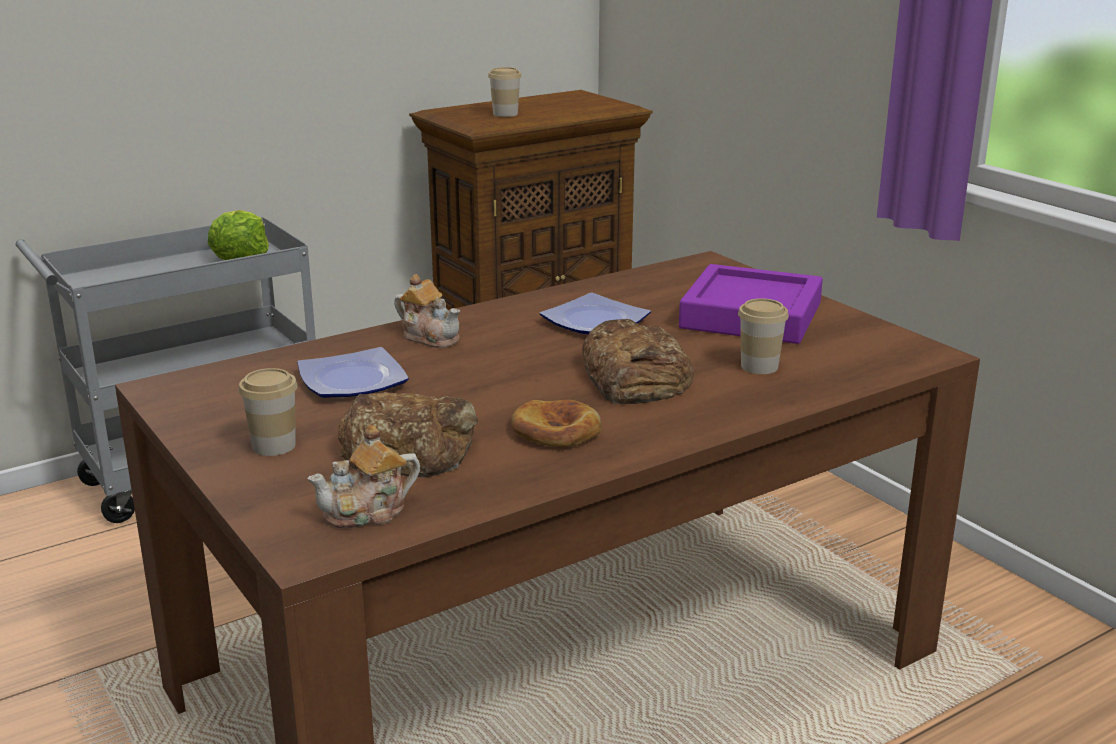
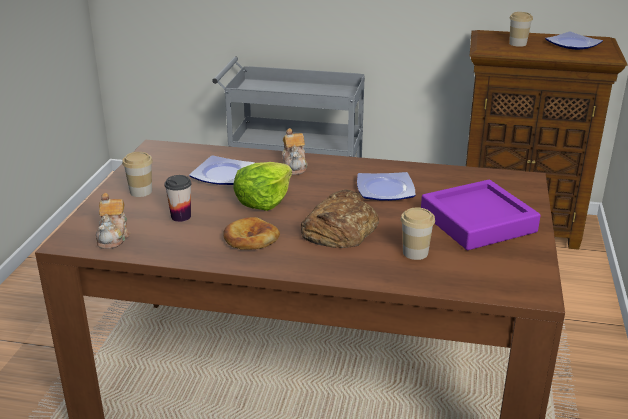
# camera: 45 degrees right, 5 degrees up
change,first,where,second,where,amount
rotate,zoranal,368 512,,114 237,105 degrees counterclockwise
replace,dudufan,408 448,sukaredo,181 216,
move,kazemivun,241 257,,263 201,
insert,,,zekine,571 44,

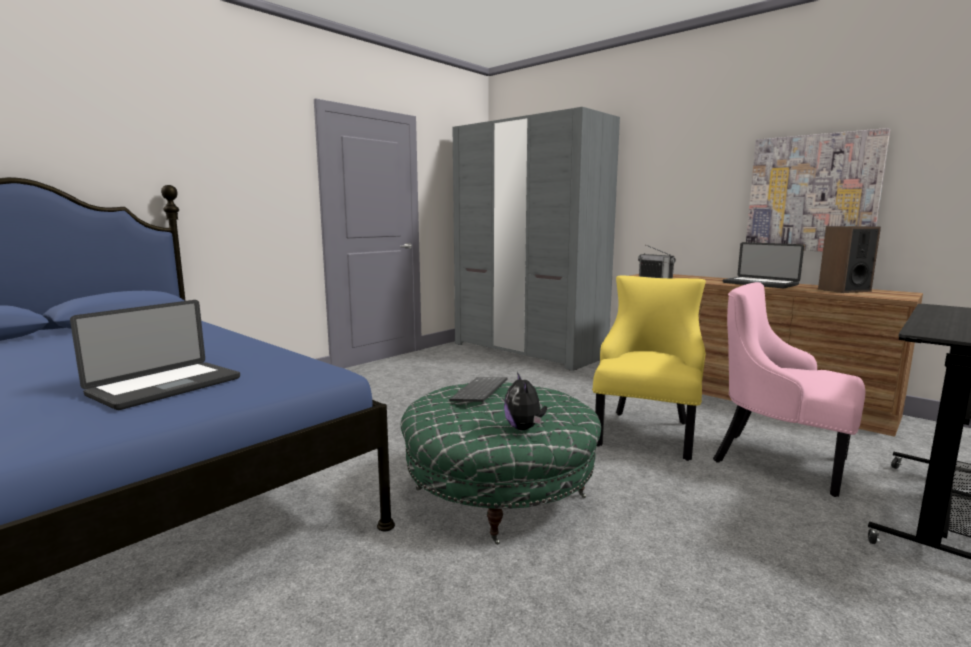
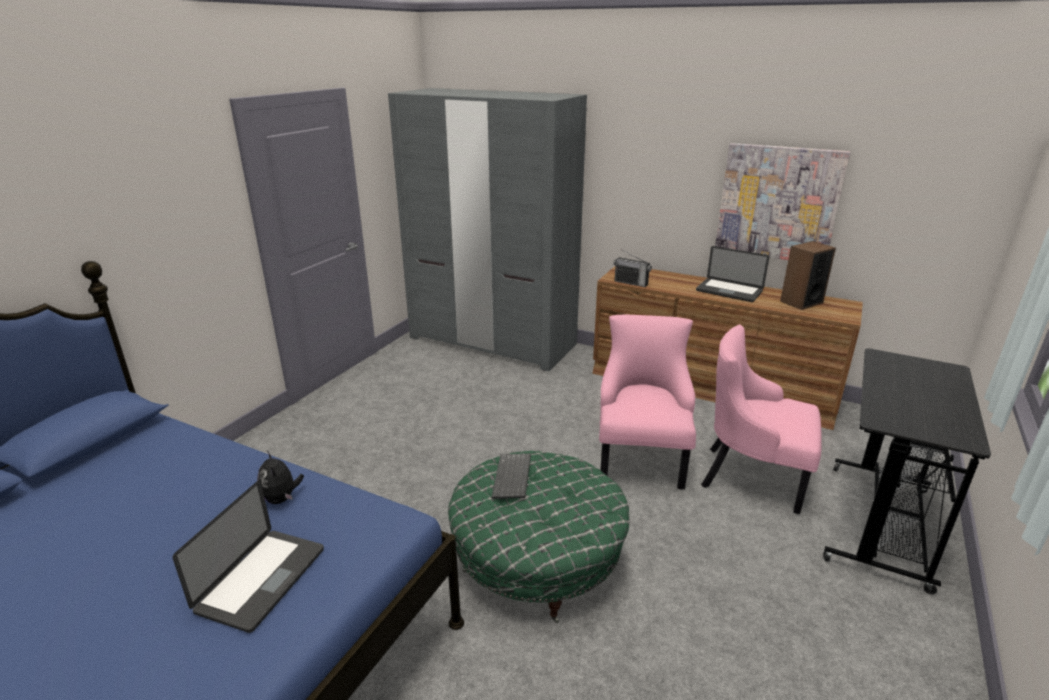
# camera: 15 degrees left, 15 degrees up
change,first,where,second,where,amount
move,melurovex,524 428,,282 498,
recolor,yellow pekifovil,646 435,pink pekifovil,640 461,

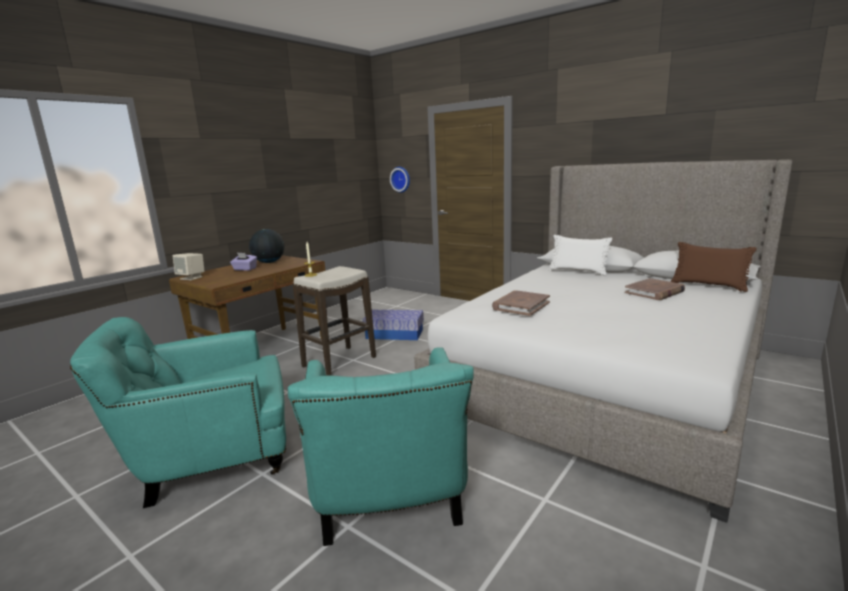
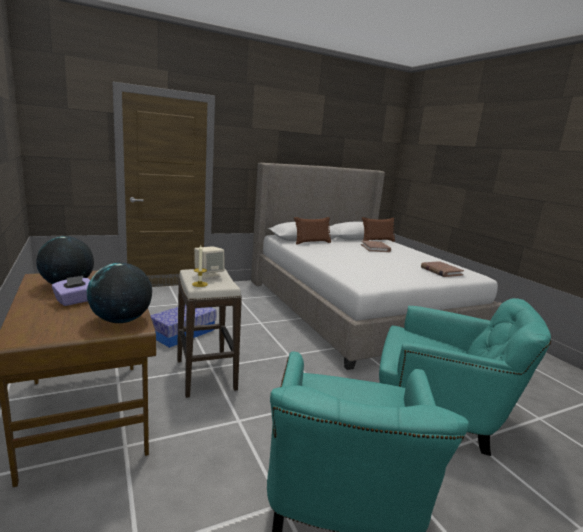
# camera: 65 degrees left, 0 degrees up
change,first,where,second,where,amount
insert,,,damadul,121 320,
move,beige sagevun,191 278,,208 275,
recolor,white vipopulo,578 272,brown vipopulo,311 242,
move,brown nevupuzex,521 305,,441 271,
delete,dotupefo,401 179,,,

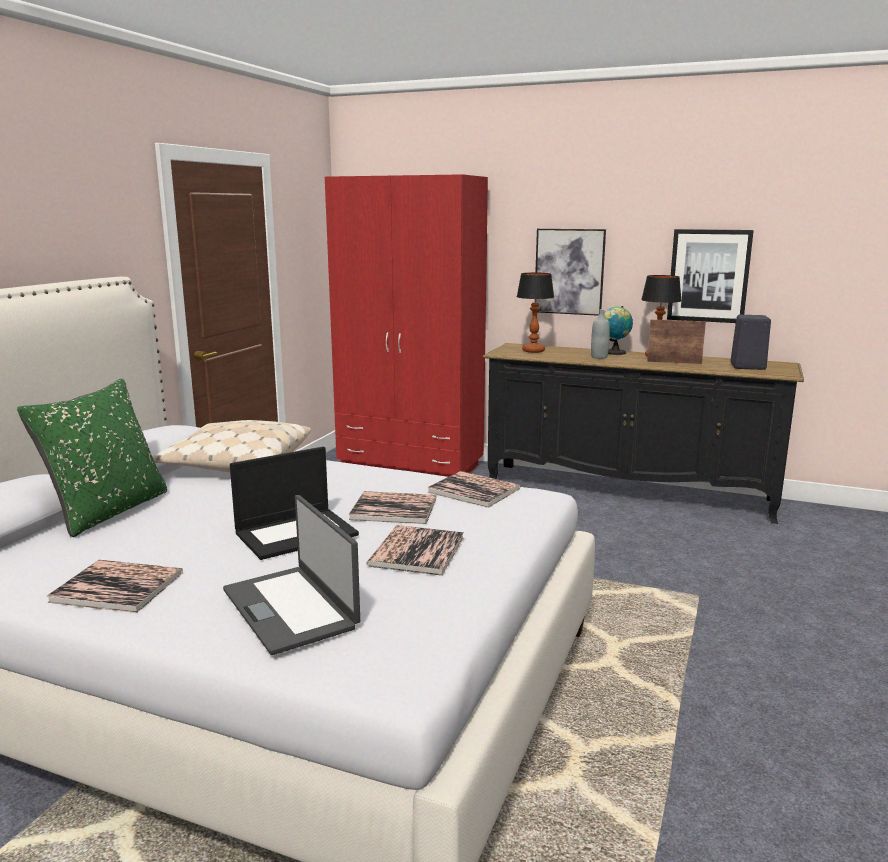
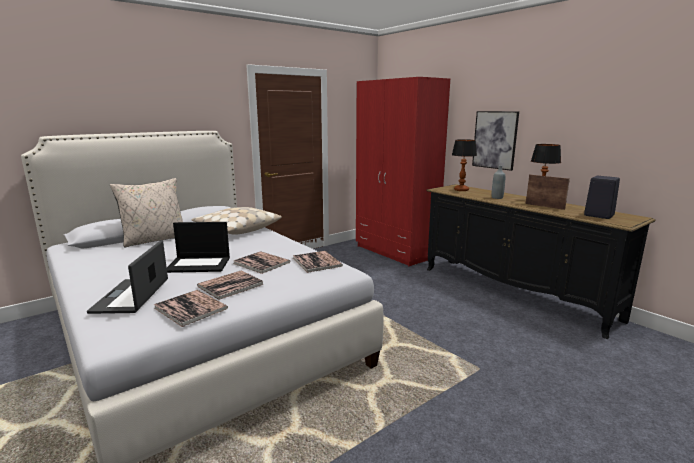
# camera: 30 degrees right, 0 degrees up
change,first,where,second,where,amount
recolor,green vipopulo,109 511,beige vipopulo,155 239,
move,nevupuzex,117 587,,191 308,
delete,damadul,614 352,,,
delete,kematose,709 276,,,

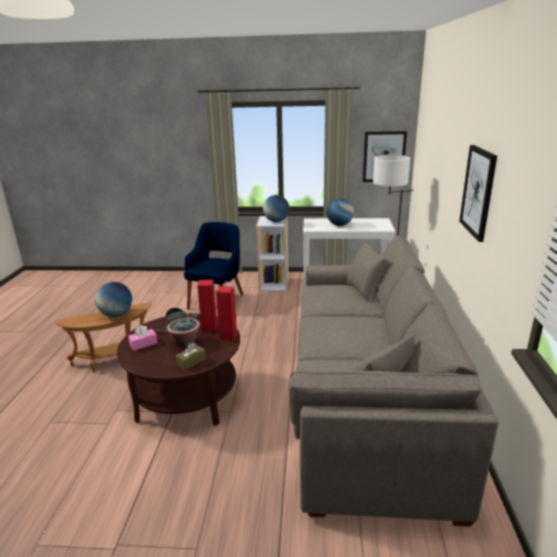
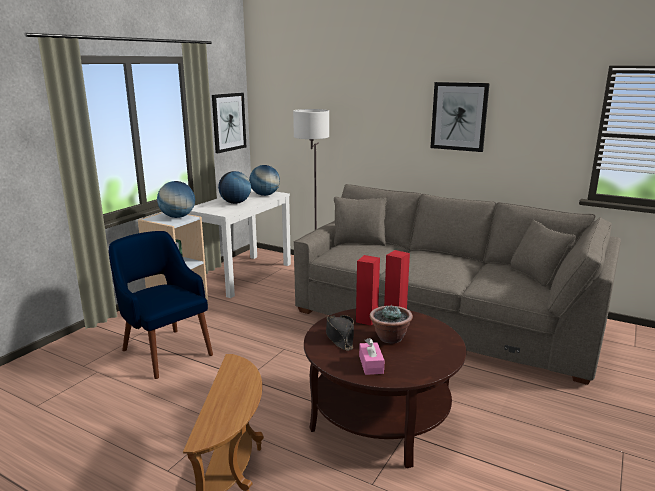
# camera: 65 degrees left, 5 degrees down
change,first,where,second,where,amount
move,damadul,116 314,,265 195,
delete,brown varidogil,191 362,,,

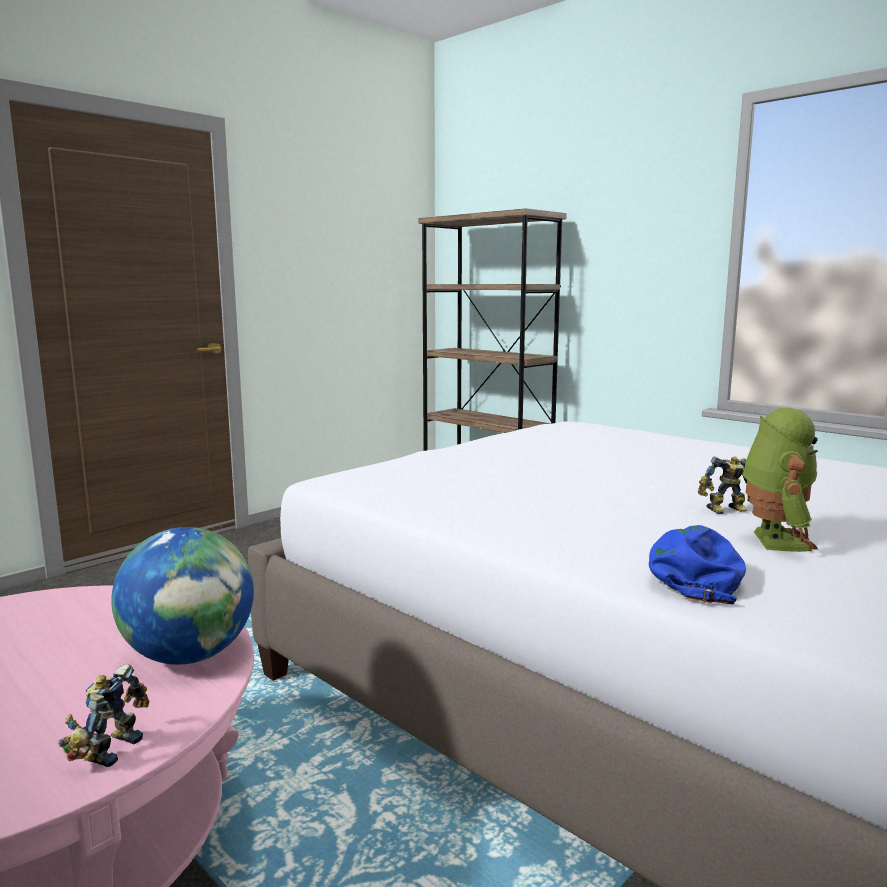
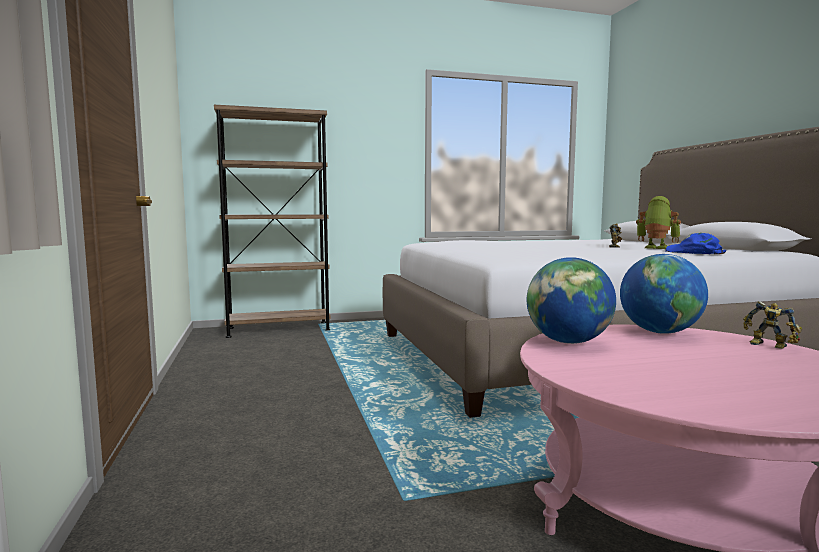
# camera: 60 degrees left, 5 degrees down
change,first,where,second,where,amount
insert,,,damadul,568 342,

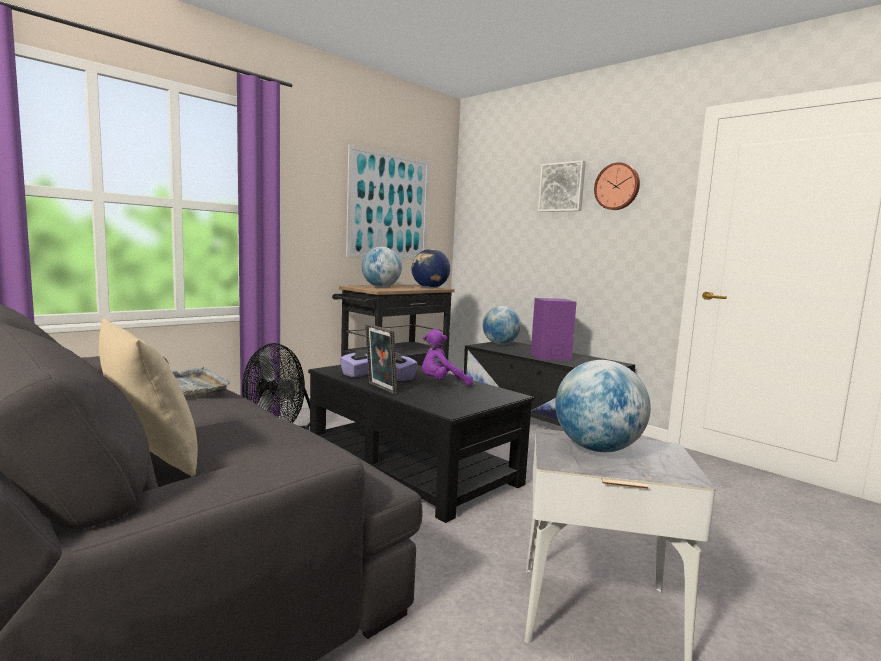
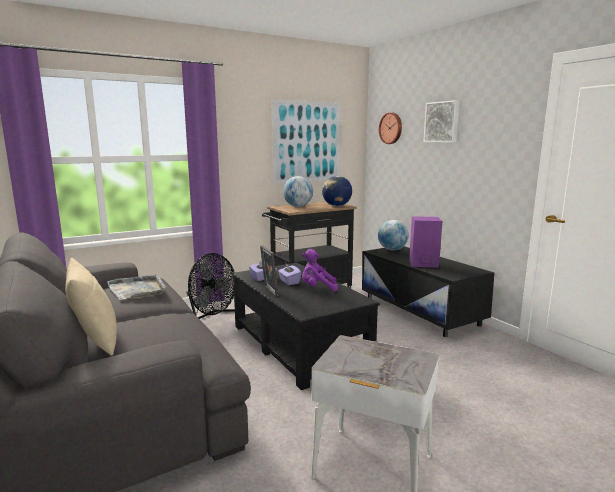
# camera: 15 degrees right, 5 degrees up
change,first,where,second,where,amount
move,dotupefo,617 186,,391 128,
delete,damadul,597 449,,,

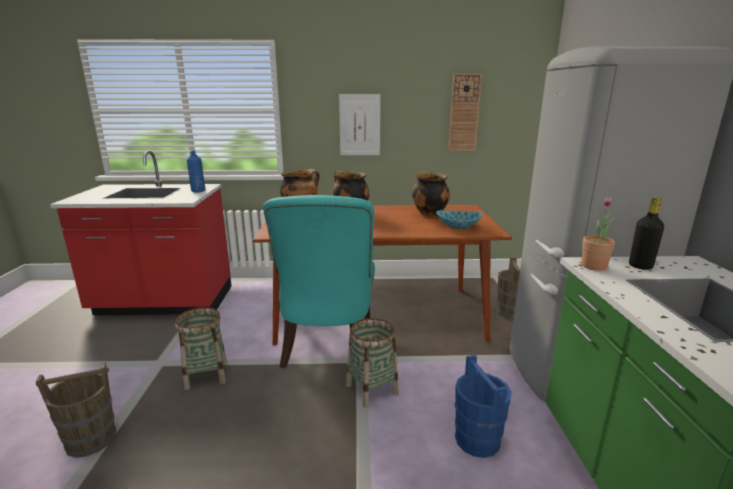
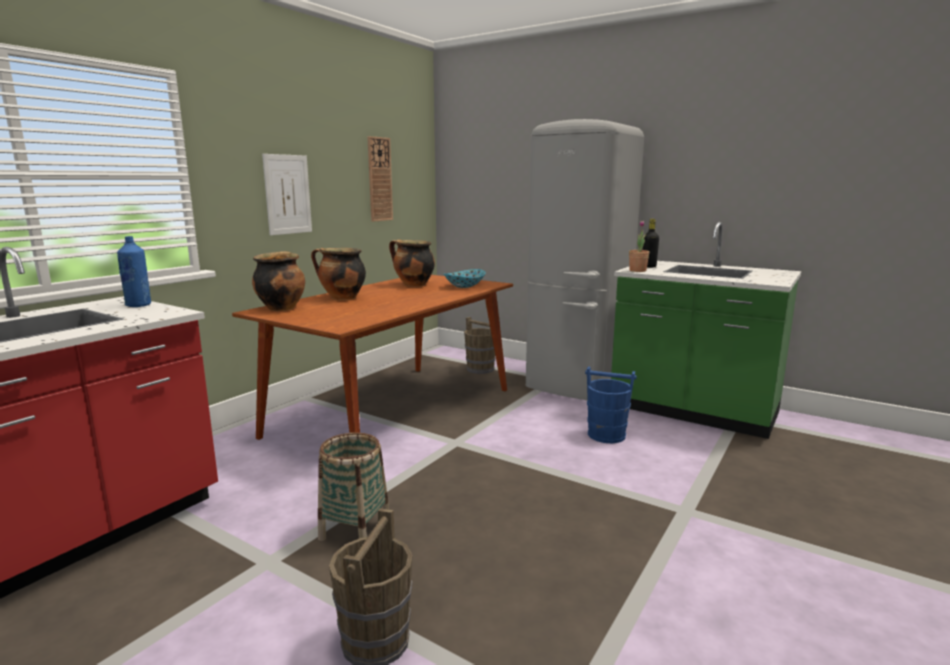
# camera: 55 degrees left, 5 degrees down
change,first,where,second,where,amount
delete,turquoise pekifovil,327 343,,,
delete,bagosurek,371 389,,,

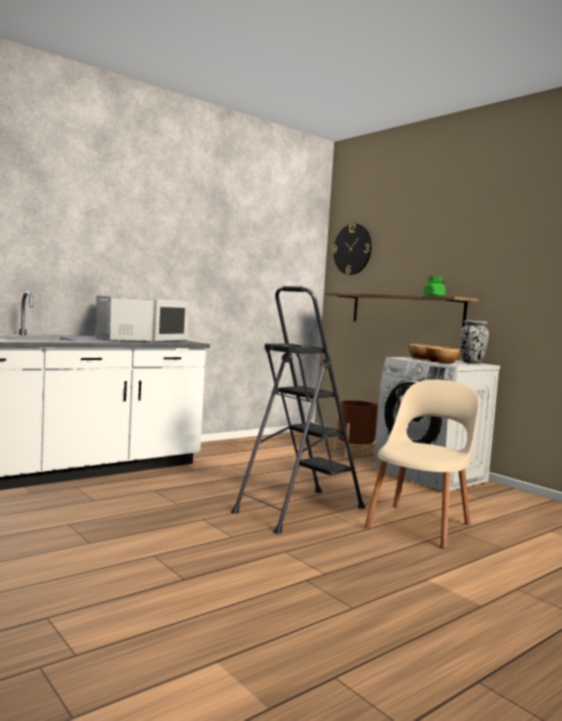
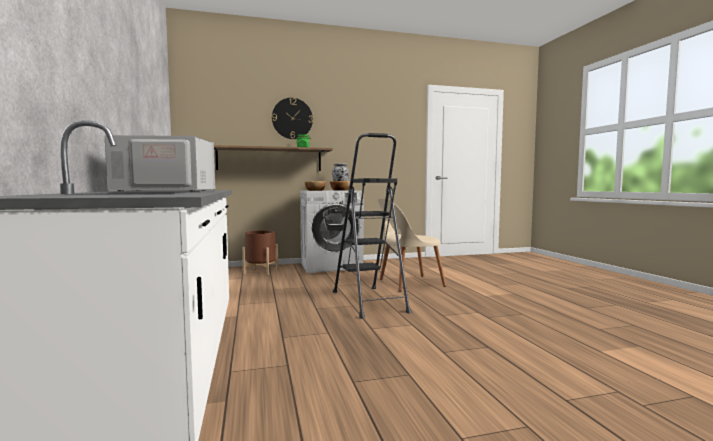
# camera: 65 degrees left, 0 degrees up
change,first,where,second,where,amount
move,dotupefo,352 249,,292 118,
rotate,beige pekifovil,420 524,,408 283,75 degrees counterclockwise

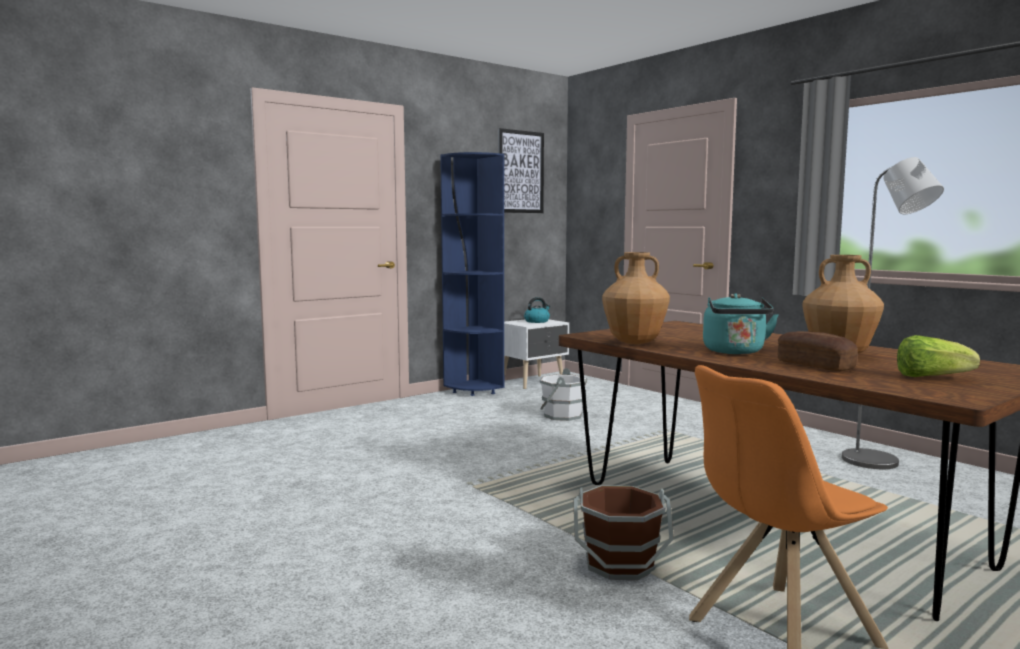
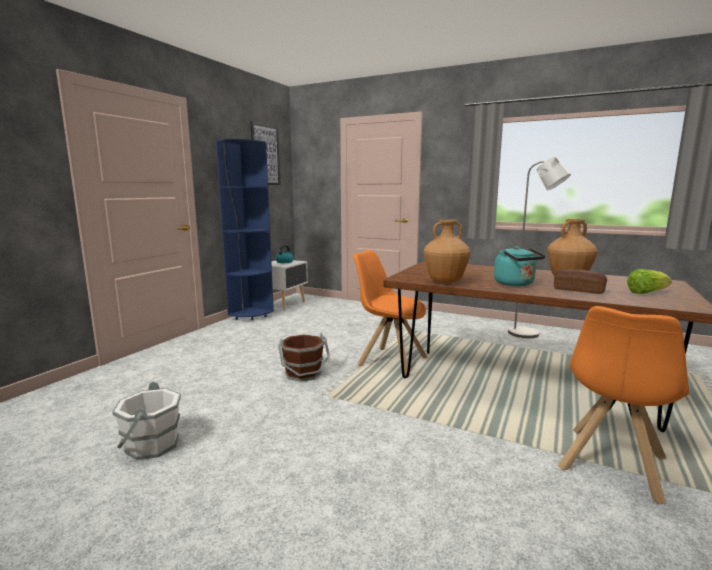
# camera: 25 degrees left, 5 degrees up
change,first,where,second,where,amount
move,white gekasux,562 415,,151 445,
move,brown gekasux,620 564,,303 374,
insert,,,orange pekifovil,389 360,

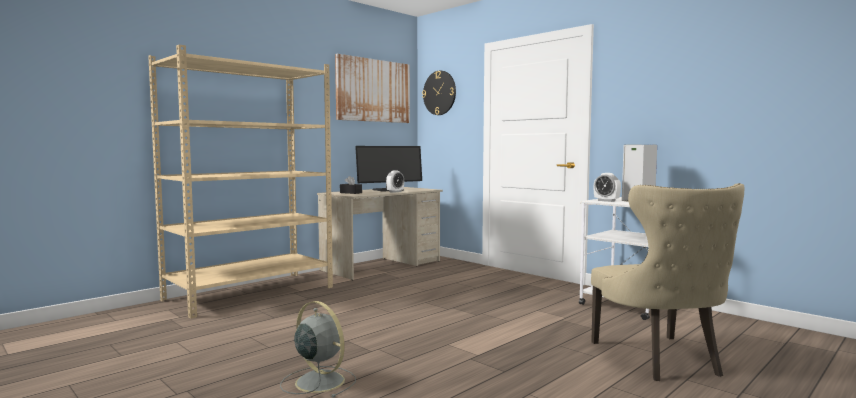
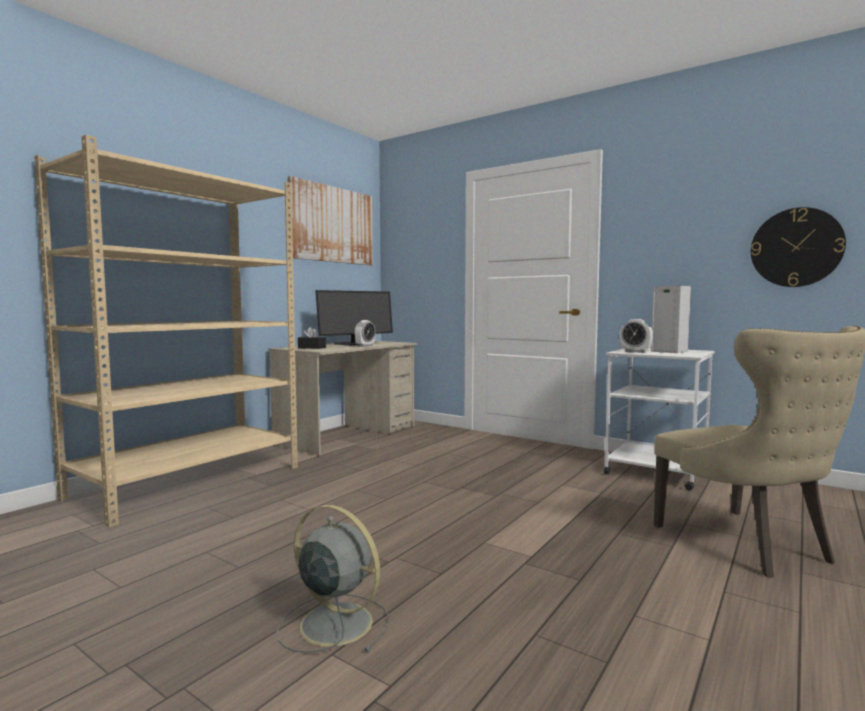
# camera: 10 degrees left, 0 degrees up
change,first,where,second,where,amount
move,dotupefo,439 93,,796 247,

